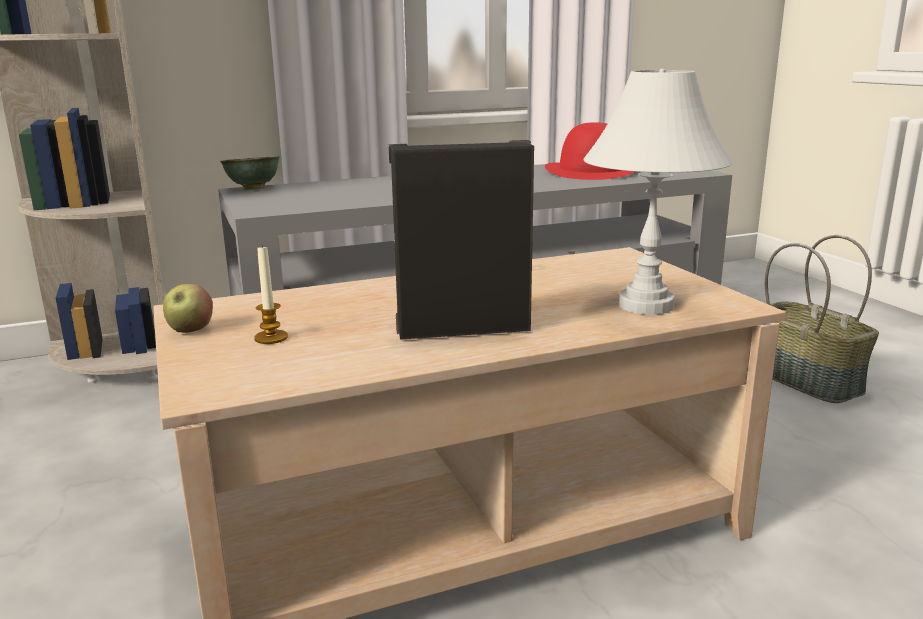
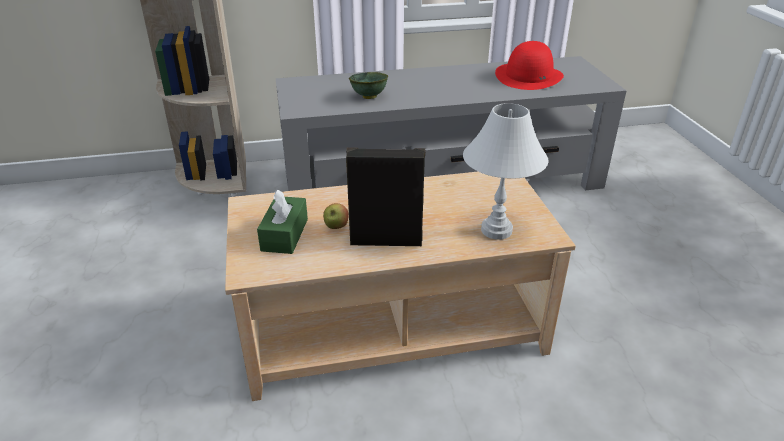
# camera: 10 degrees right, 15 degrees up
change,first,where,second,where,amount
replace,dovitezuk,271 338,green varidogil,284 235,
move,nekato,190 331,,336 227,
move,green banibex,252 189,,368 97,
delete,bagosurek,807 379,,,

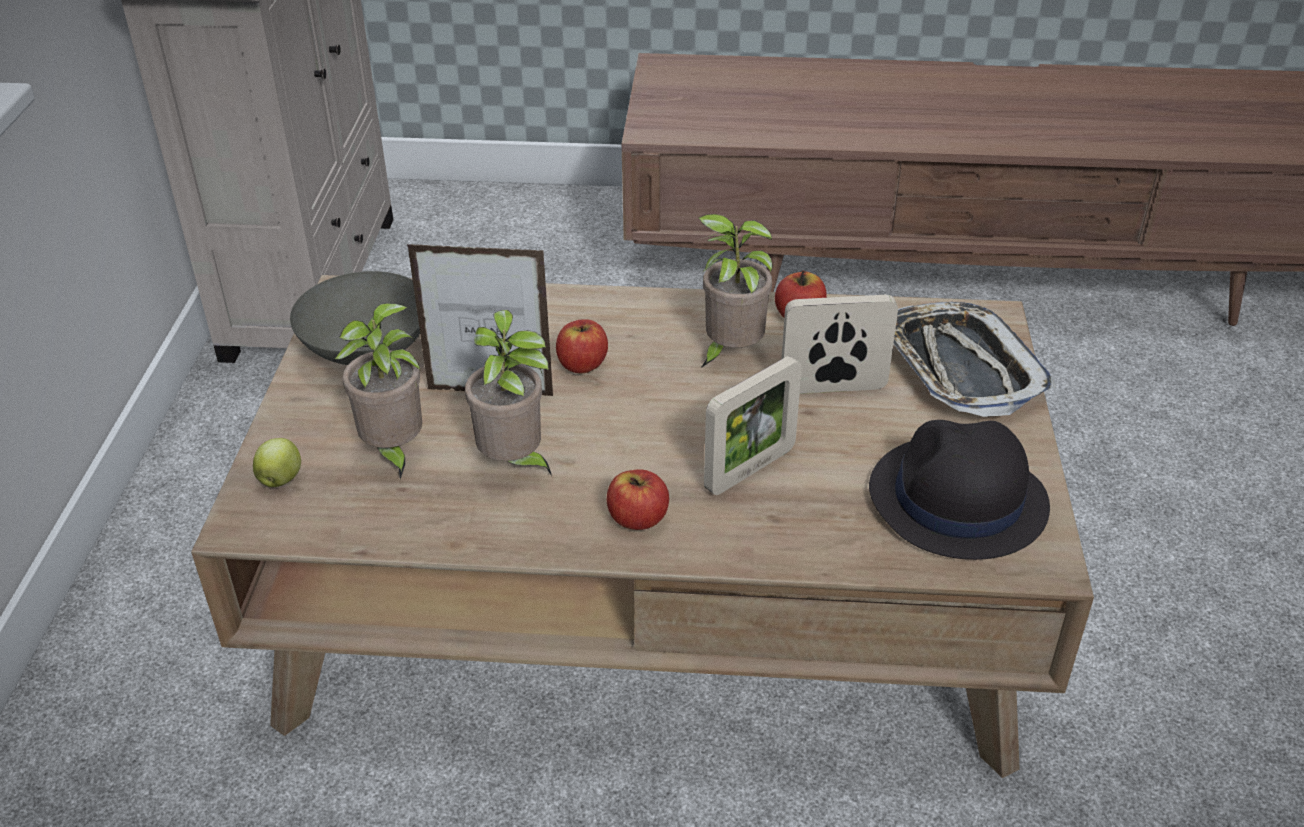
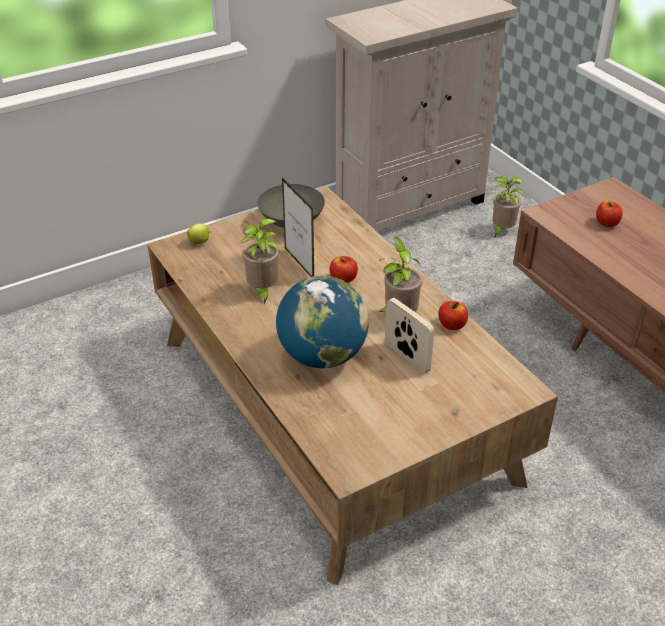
# camera: 55 degrees right, 0 degrees up
change,first,where,second,where,amount
replace,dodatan,750 469,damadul,322 356,
move,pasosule,393 452,,501 230,
move,nekato,638 518,,607 223,
delete,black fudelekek,956 500,,,
delete,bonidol,960 367,,,

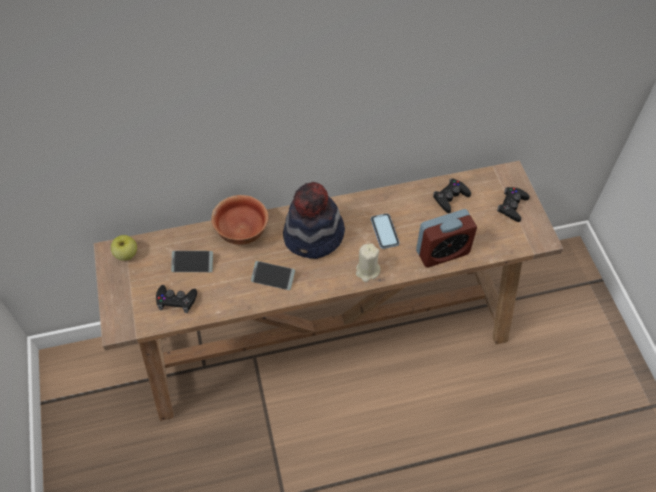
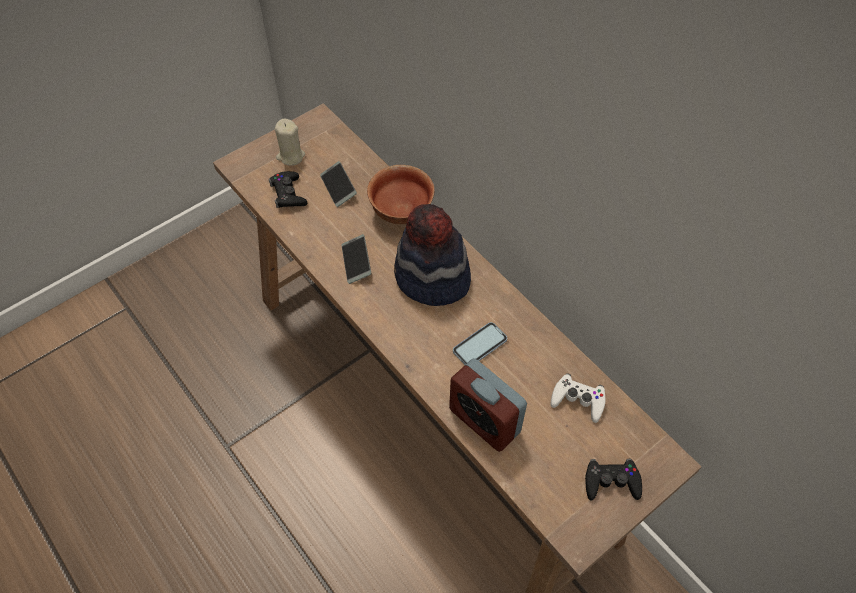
# camera: 65 degrees right, 0 degrees up
change,first,where,second,where,amount
move,beige dovitezuk,367 271,,290 156,
recolor,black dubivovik,450 197,white dubivovik,578 400,
delete,nekato,126 254,,,

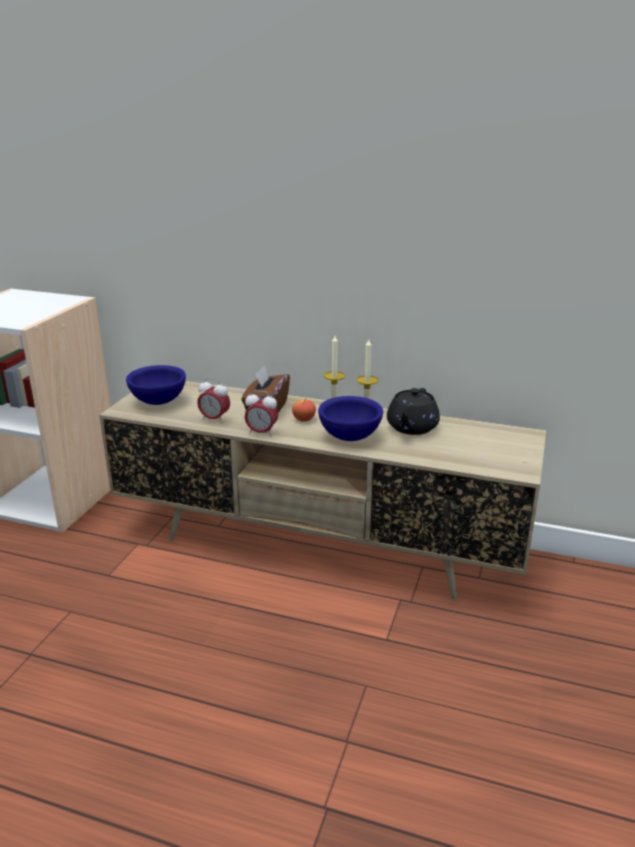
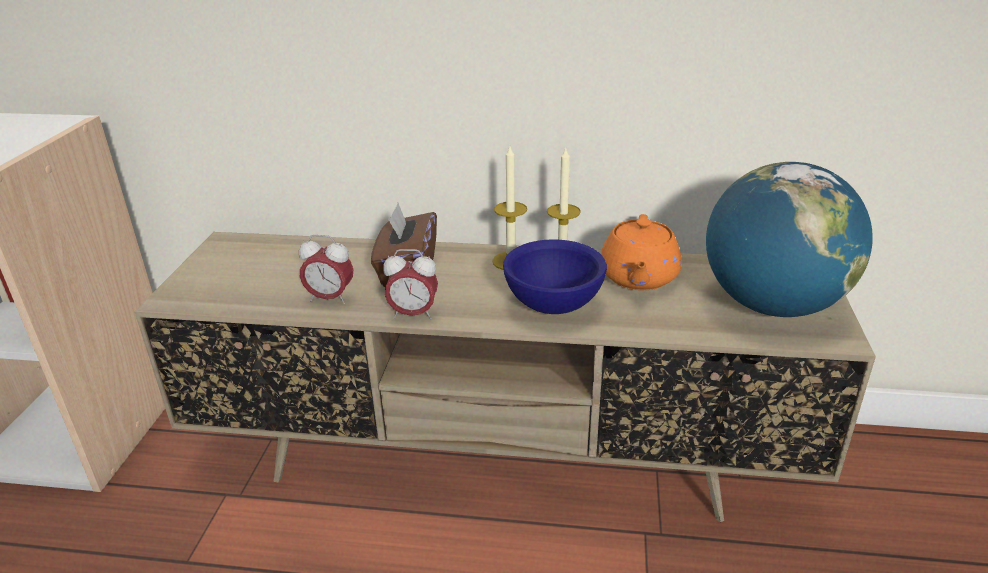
# camera: 10 degrees left, 5 degrees up
change,first,where,second,where,amount
recolor,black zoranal,411 428,orange zoranal,638 278,
insert,,,damadul,772 305,
delete,blue banibex,158 402,,,
delete,nekato,304 419,,,

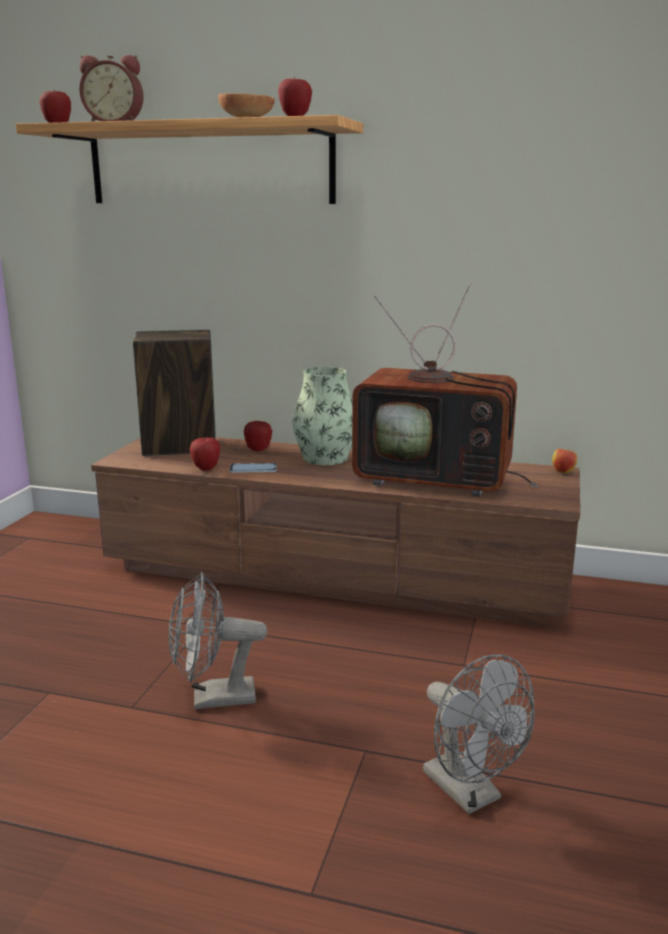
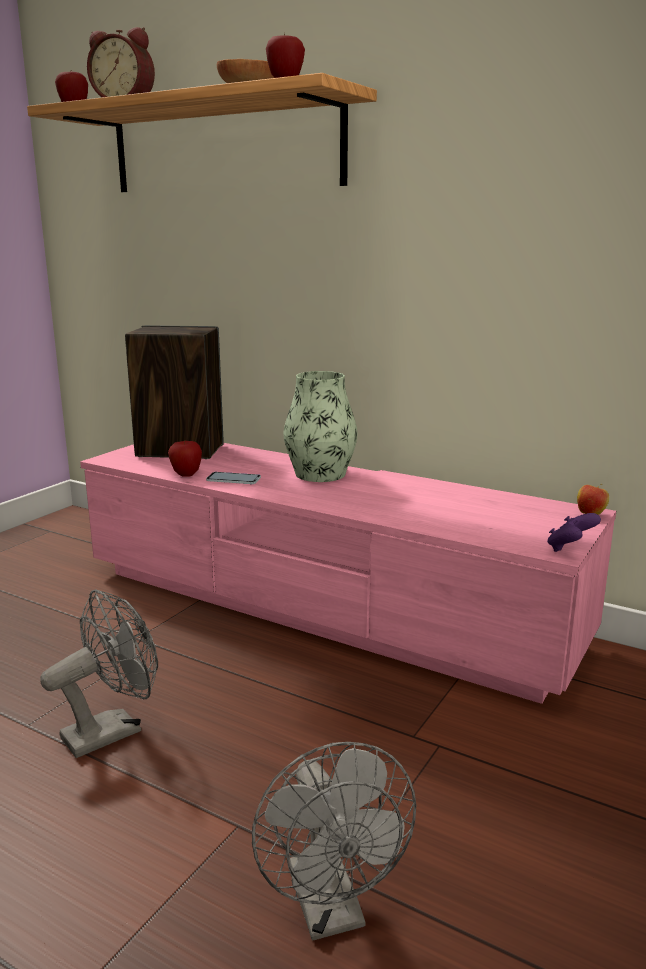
# camera: 15 degrees right, 0 degrees up
change,first,where,second,where,amount
rotate,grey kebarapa,213 699,,112 730,135 degrees clockwise
recolor,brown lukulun,335 576,pink lukulun,324 607,
insert,,,purple dubivovik,570 548,
delete,nekato,258 450,,,
delete,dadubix,439 479,,,

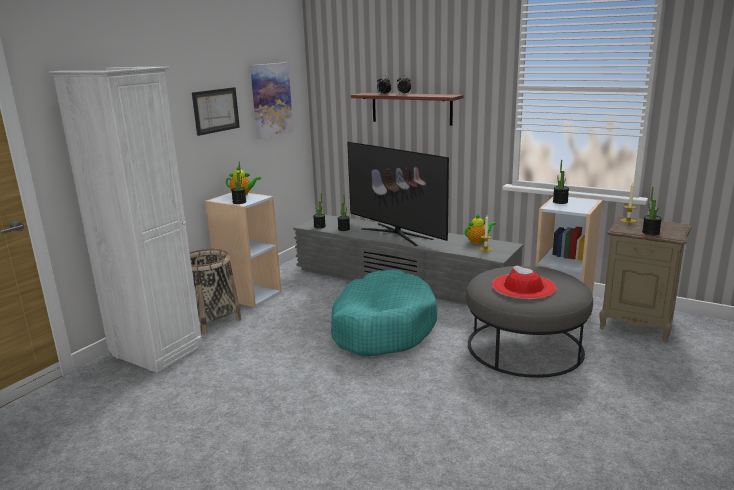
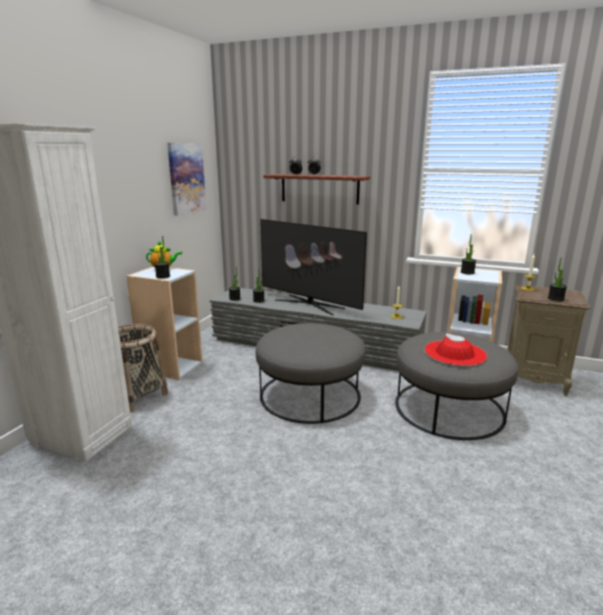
# camera: 10 degrees left, 0 degrees up
change,first,where,second,where,amount
replace,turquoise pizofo,382 327,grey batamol,310 395,
delete,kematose,216 110,,,
delete,zoranal,478 241,,,

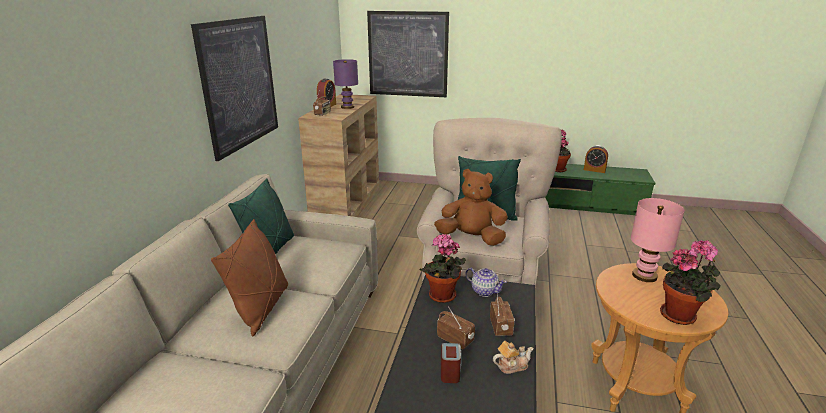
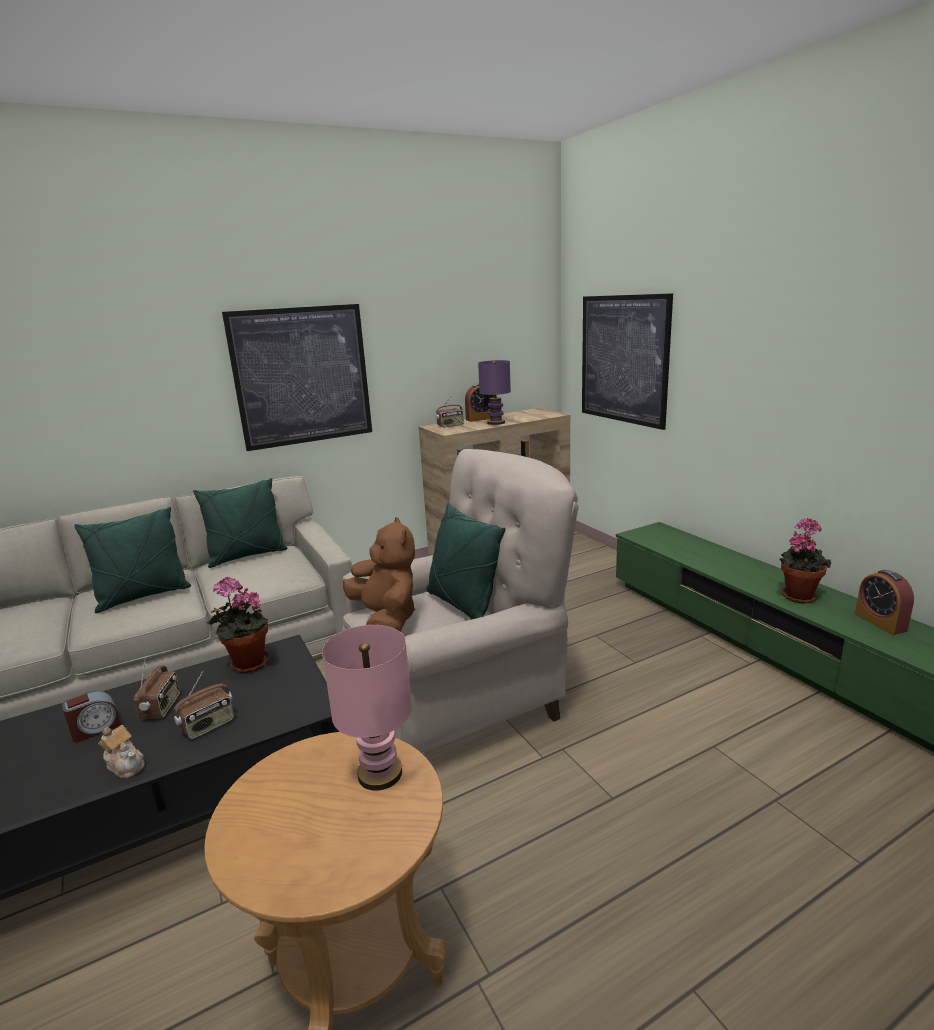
# camera: 50 degrees right, 5 degrees down
change,first,where,second,where,amount
recolor,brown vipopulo,261 308,green vipopulo,143 596,
delete,zoranal,484 291,,,
delete,pasosule,681 315,,,

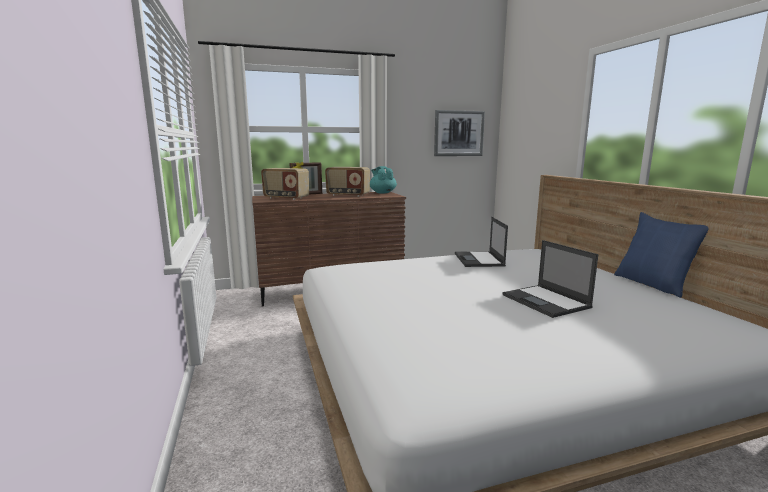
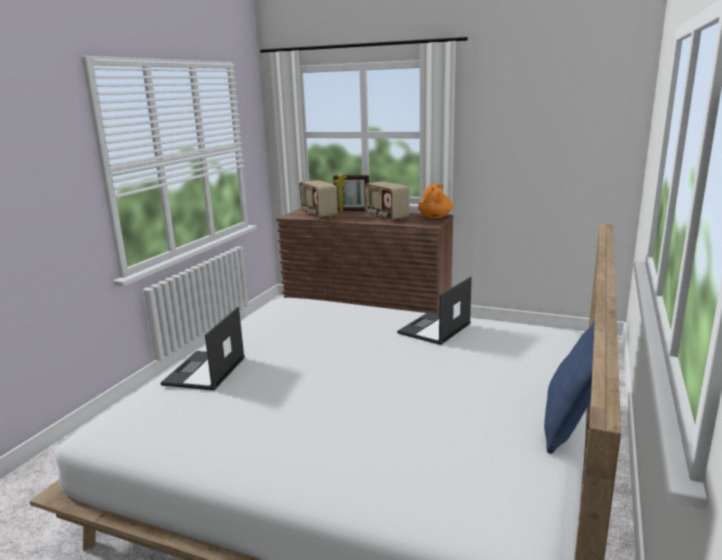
# camera: 40 degrees right, 5 degrees up
change,first,where,second,where,amount
move,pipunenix,546 301,,204 371,
recolor,turquoise zoranal,382 192,orange zoranal,435 217,
delete,kematose,459 133,,,

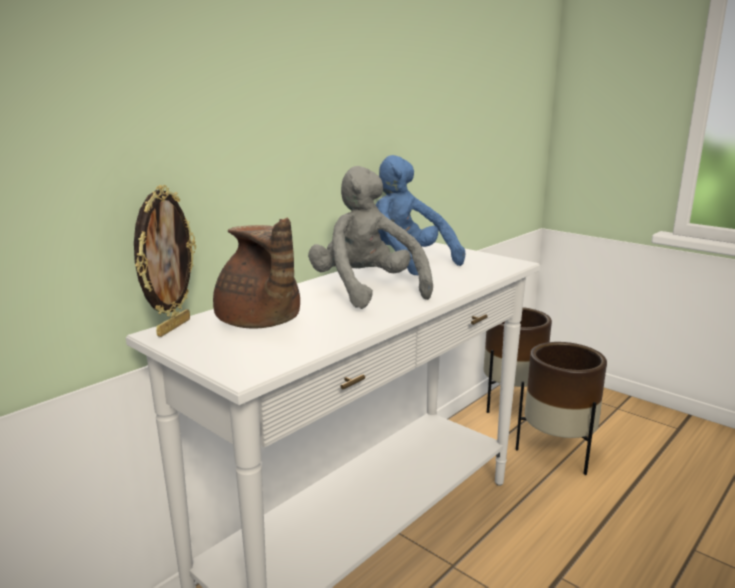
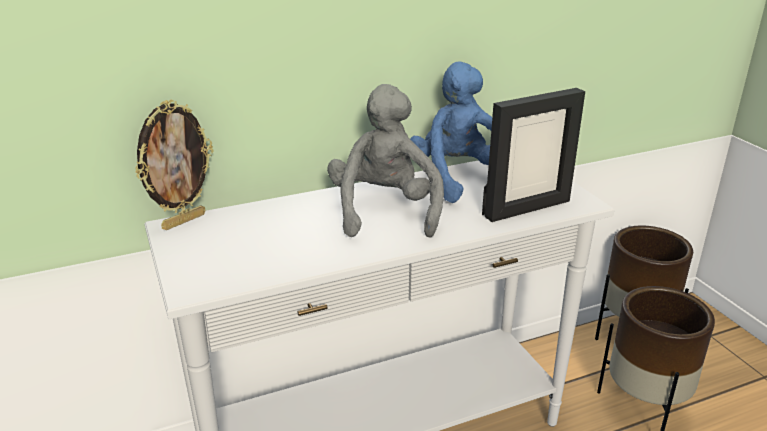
# camera: 25 degrees right, 10 degrees up
change,first,where,second,where,amount
insert,,,dodatan,526 208,
delete,brown zoranal,260 323,,,

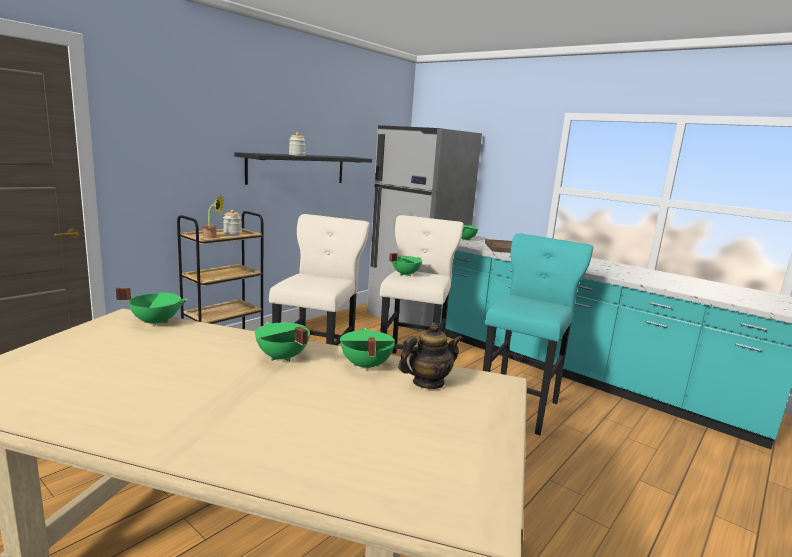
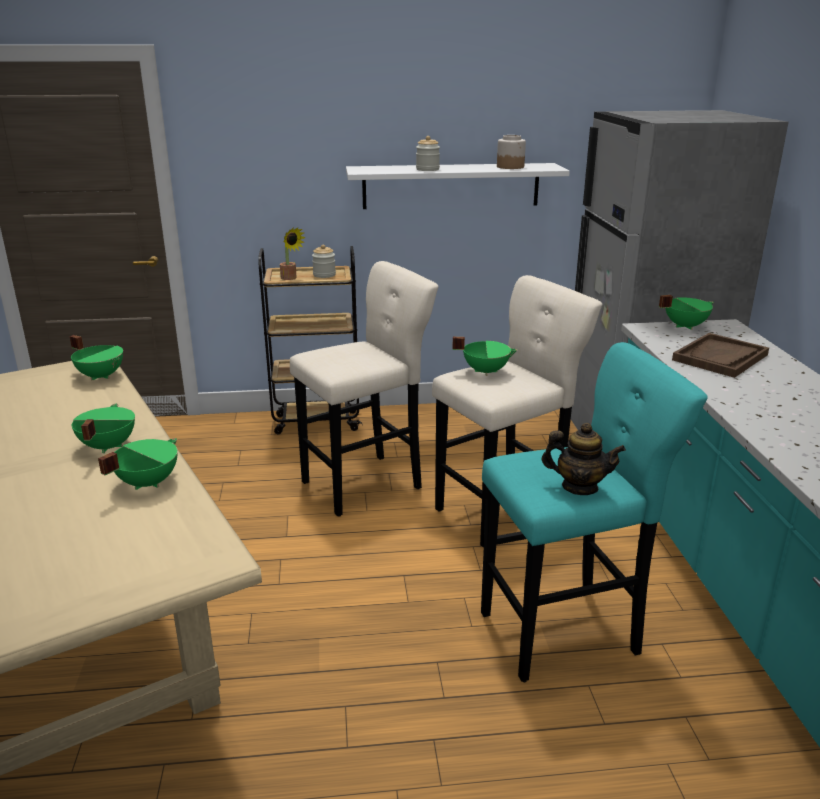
# camera: 45 degrees right, 10 degrees up
change,first,where,second,where,amount
recolor,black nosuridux,297 169,white nosuridux,451 186,
insert,,,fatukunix,510 167,
move,zoranal,428 383,,579 487,

